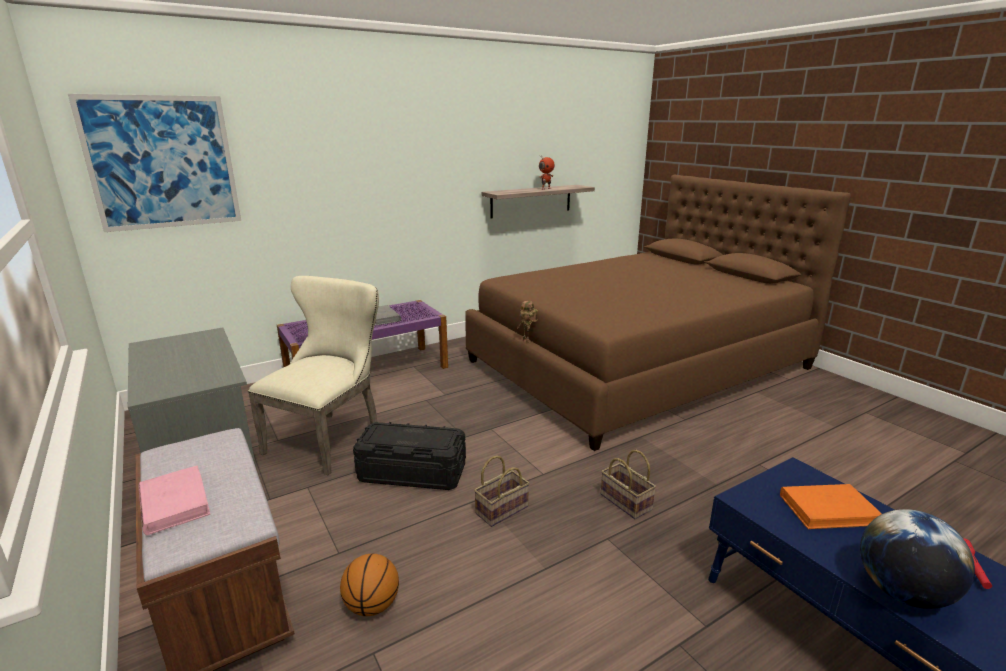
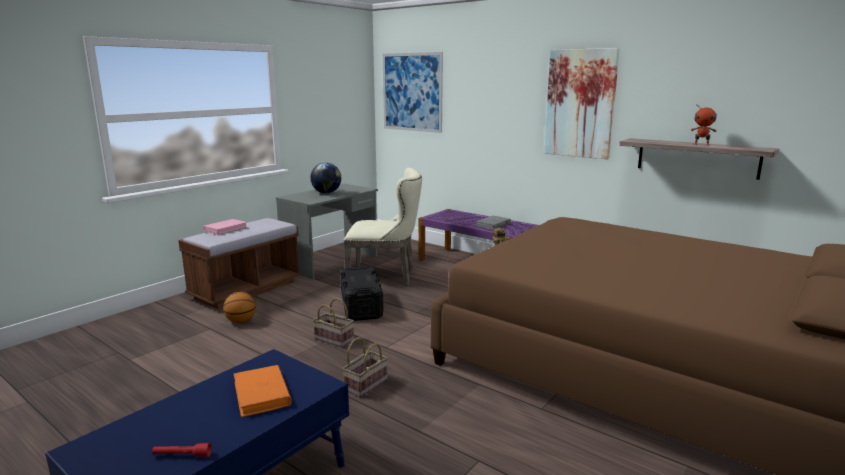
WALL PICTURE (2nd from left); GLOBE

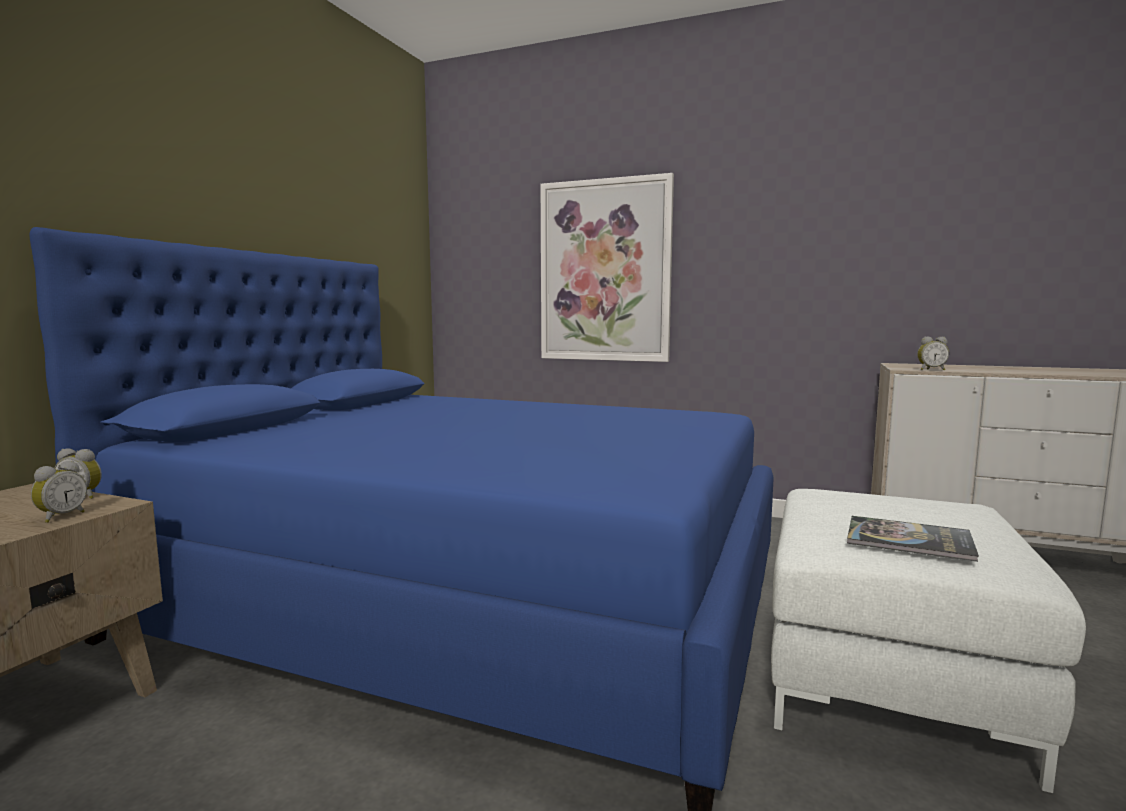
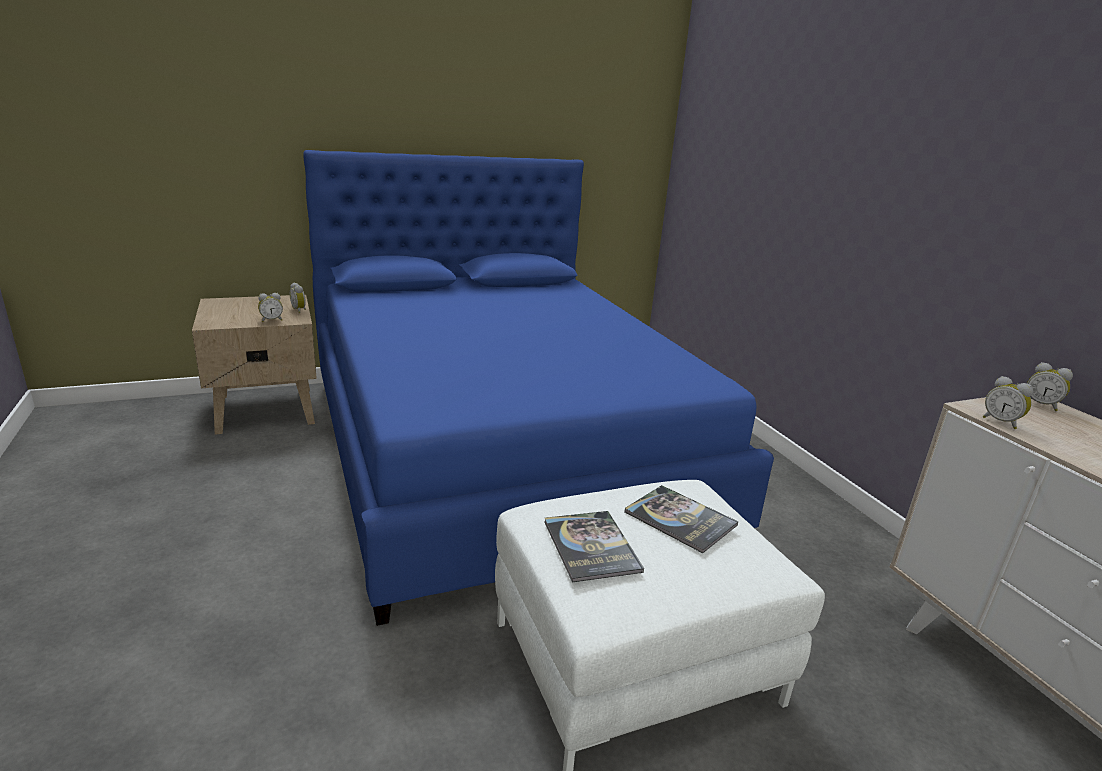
WALL PICTURE; BOOK (2nd from left); TABLE CLOCK (4th from left)

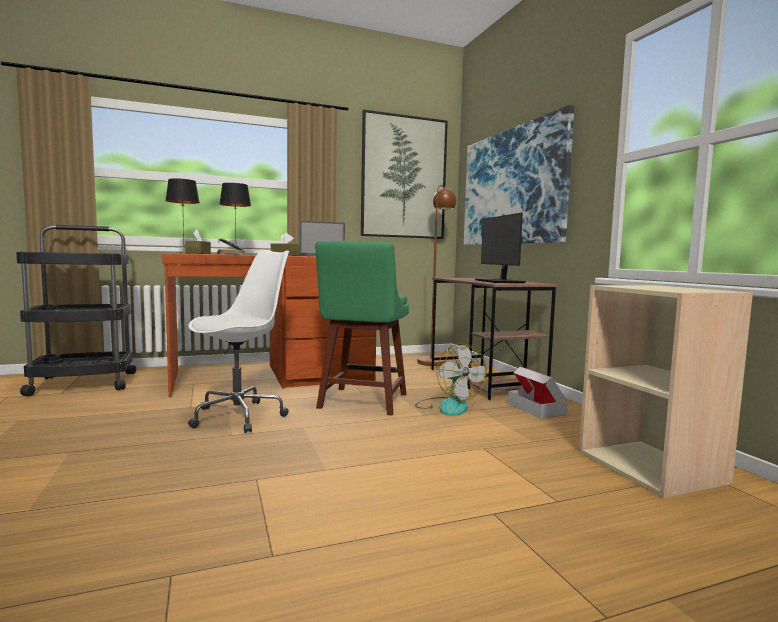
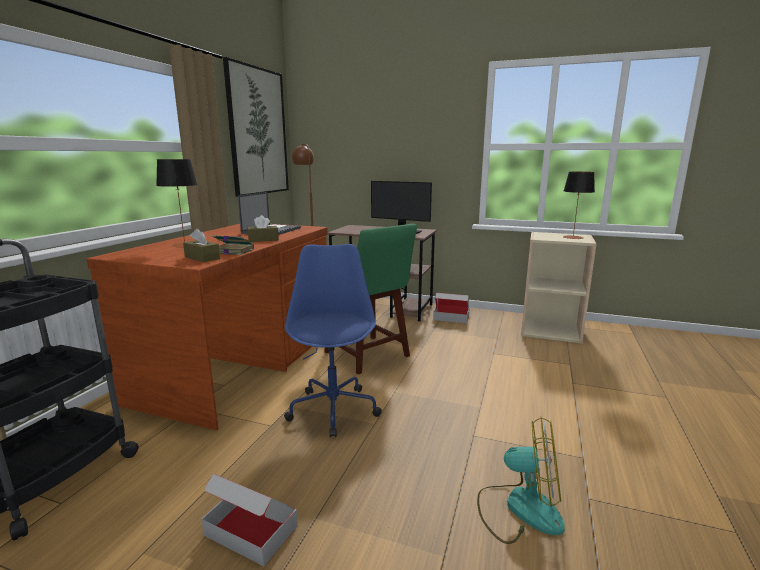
WALL PICTURE (2nd from left in the first image); CARTON (1st from left); TABLE LAMP (2nd from left); FAN; BLUE COMPUTER CHAIR

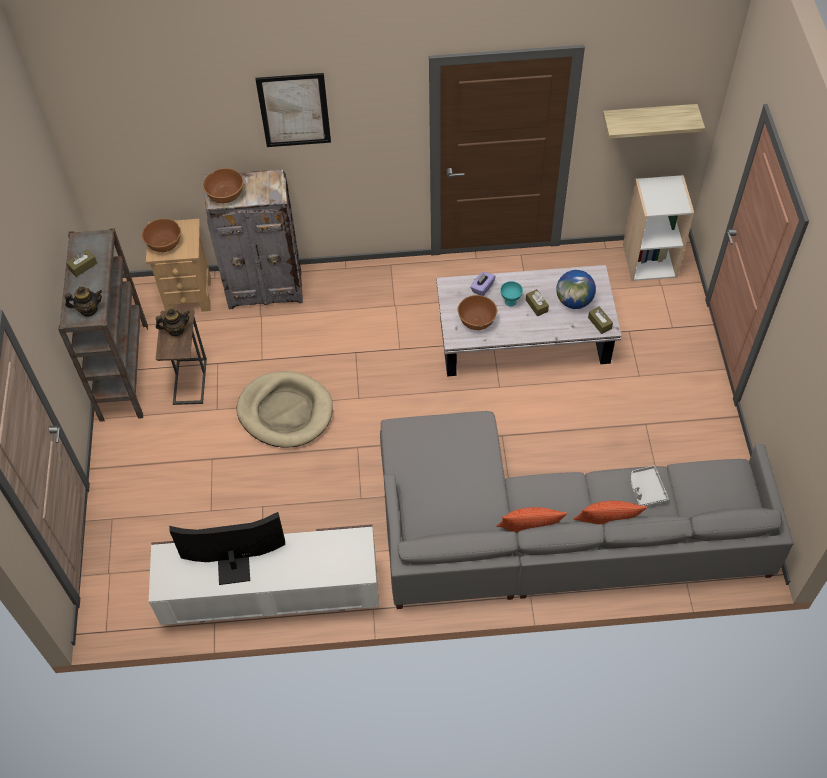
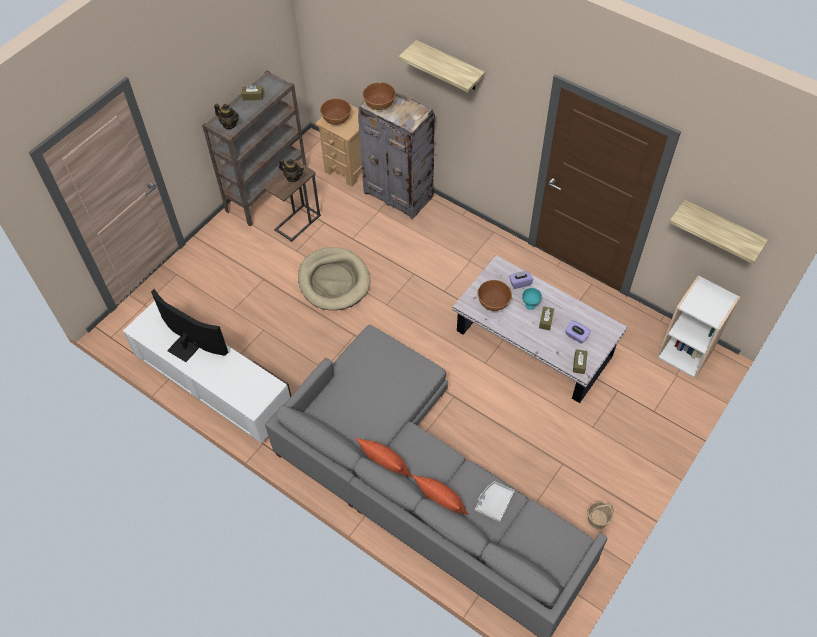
STORAGE BASKET; SHELF (1st from left); PURPLISH BOX OF TISSUES (2nd from left)

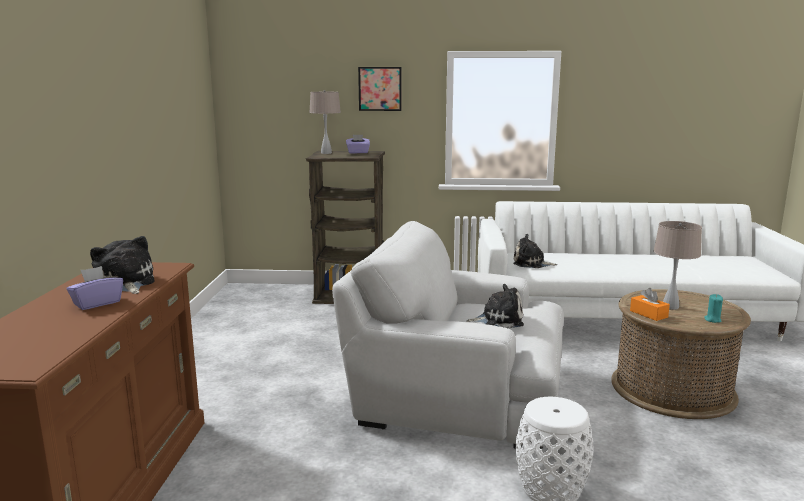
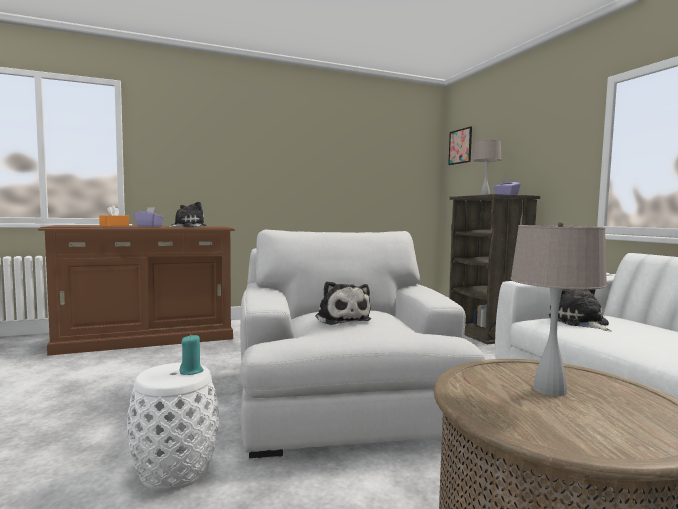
WALL PICTURE; ORANGE-COLOURED BOX OF TISSUES; TURQUOISE WAX LIGHT

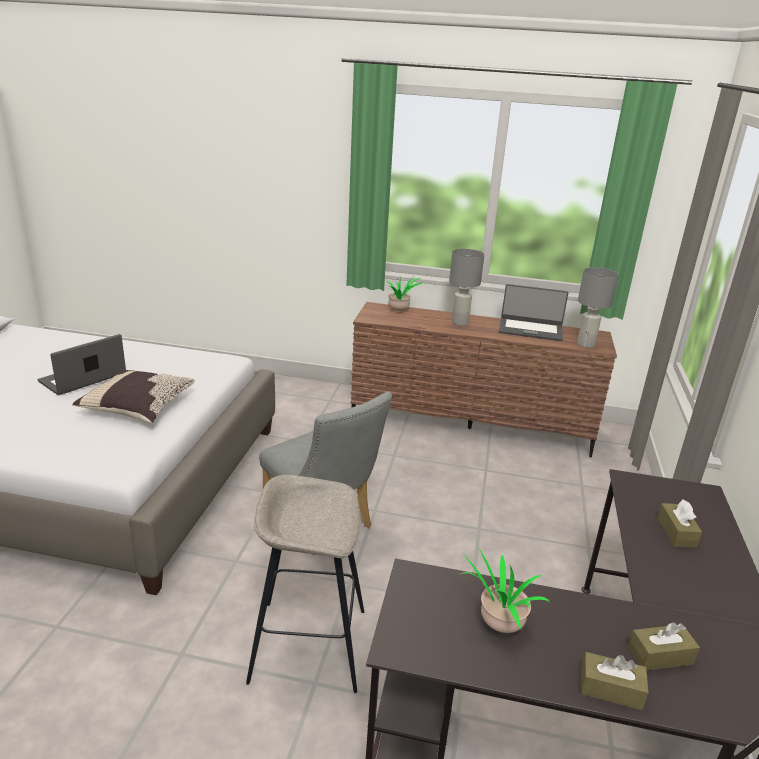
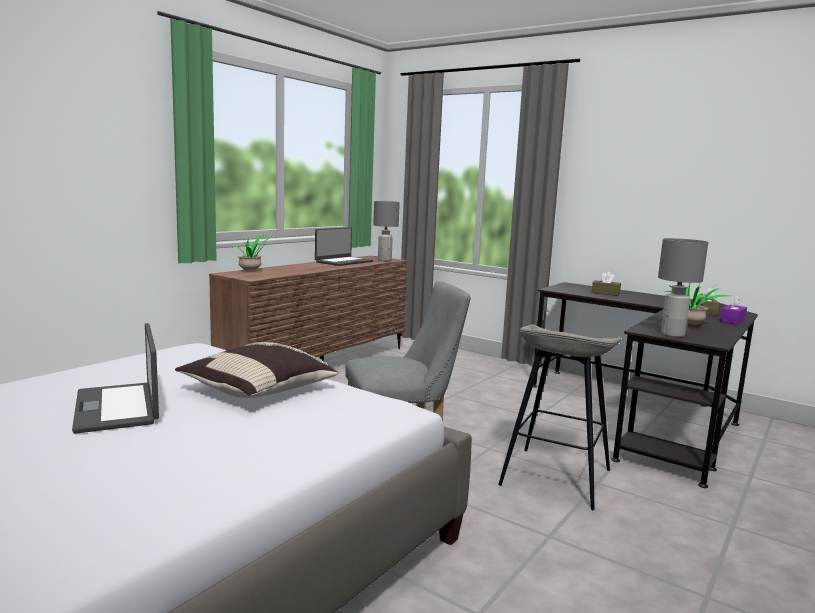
GREYISH TABLE LAMP (2nd from left); PURPLISH BOX OF TISSUES

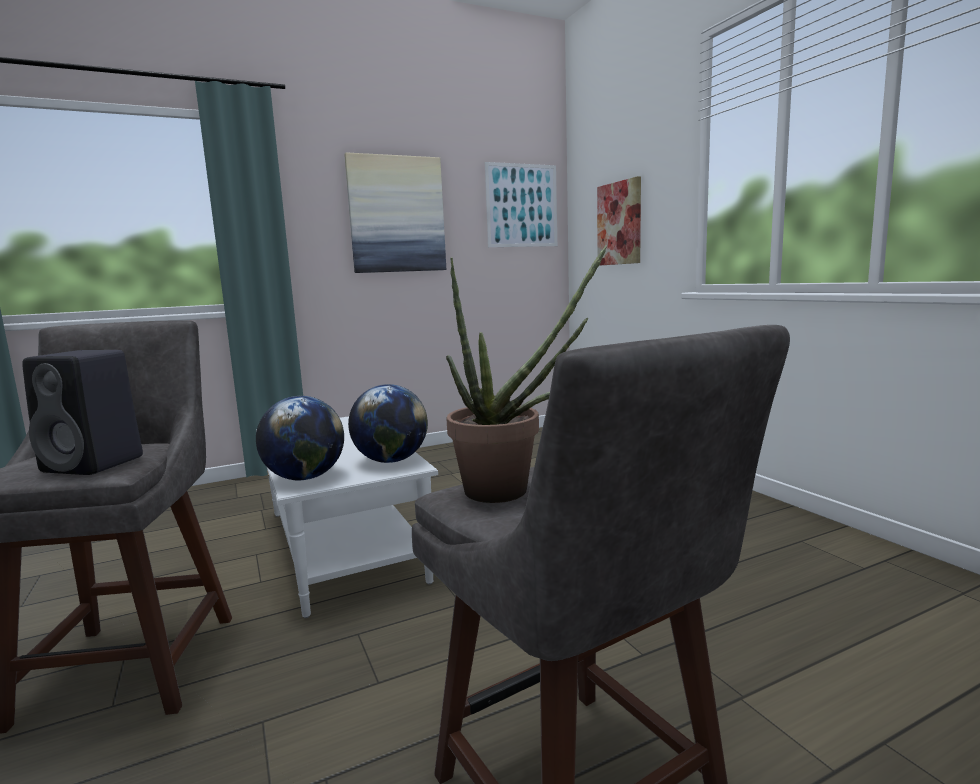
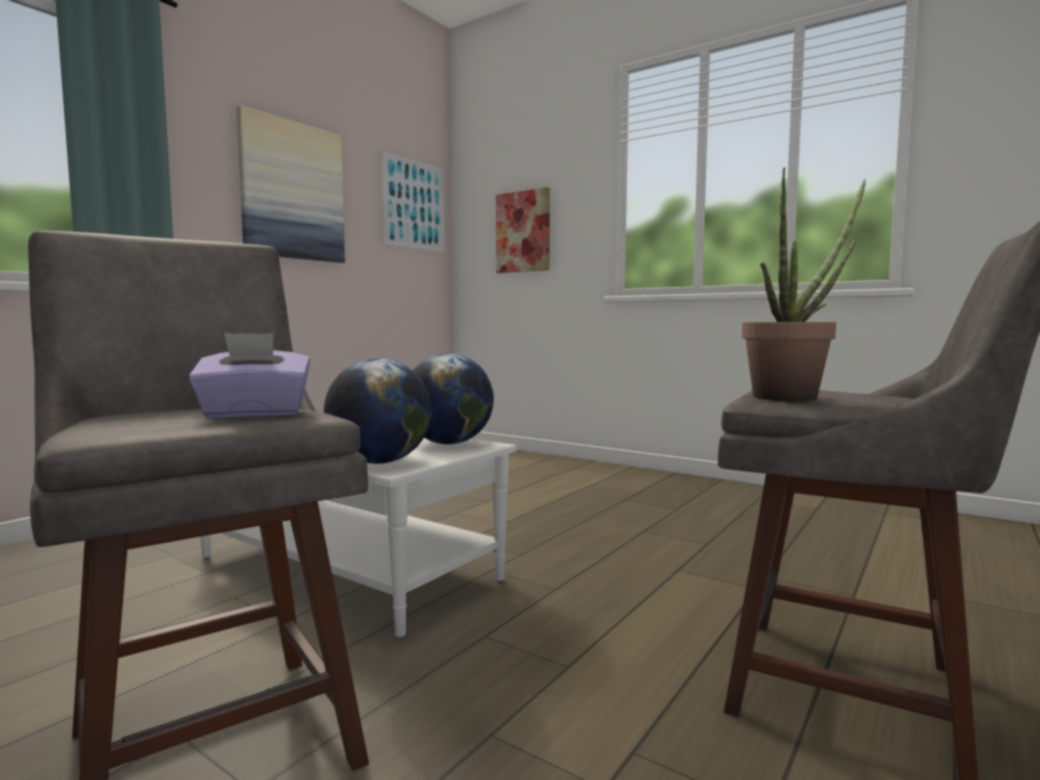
PURPLISH BOX OF TISSUES

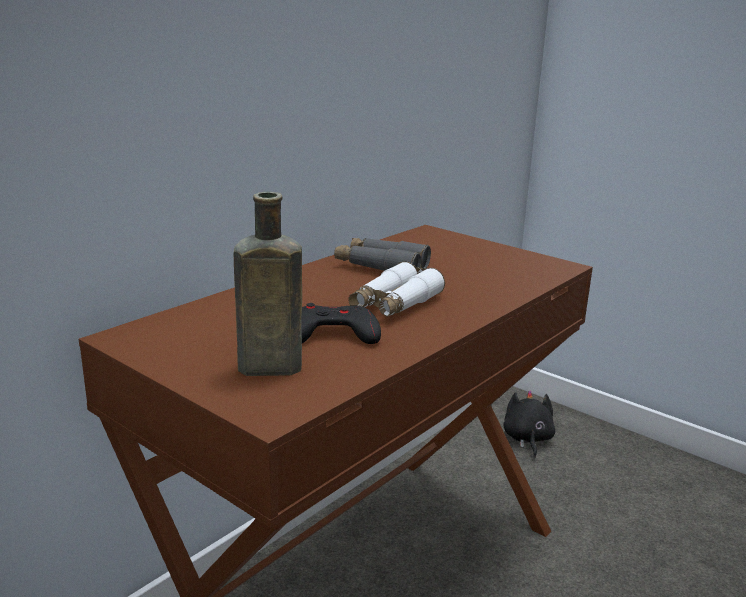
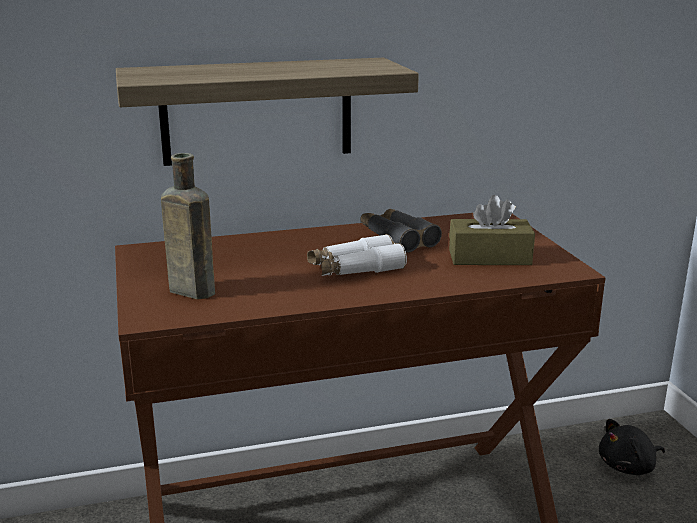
BLACK GAMEPAD; SHELF; BROWN BOX OF TISSUES; BLACK CUDDLY TOY

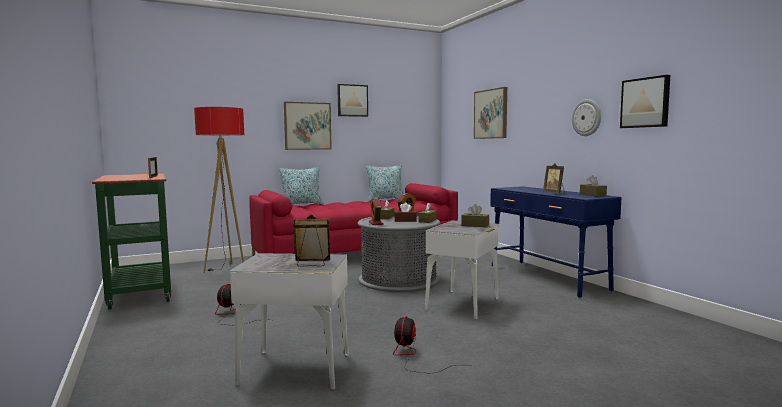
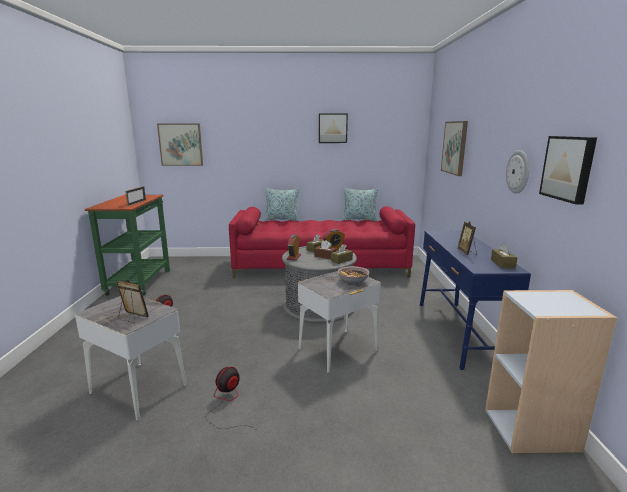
STANDARD LAMP; SHELVING UNIT; WALL PICTURE (1st from left); SERVING BOWL

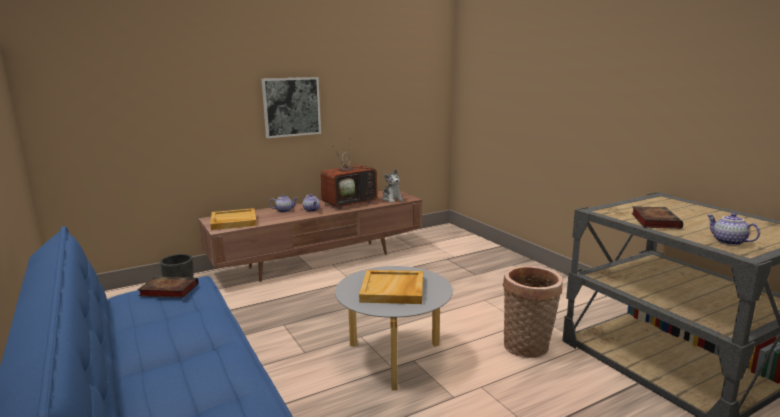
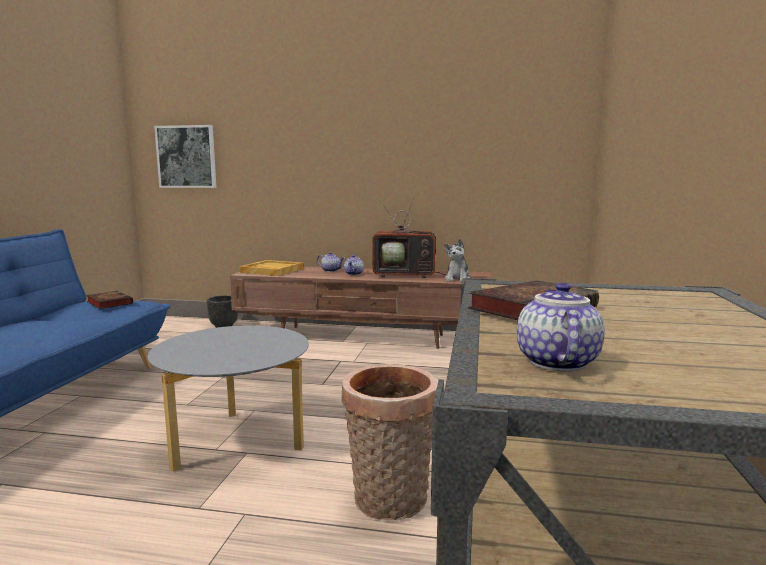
BEIGE SERVING TRAY (2nd from left in the first image); WALL PICTURE

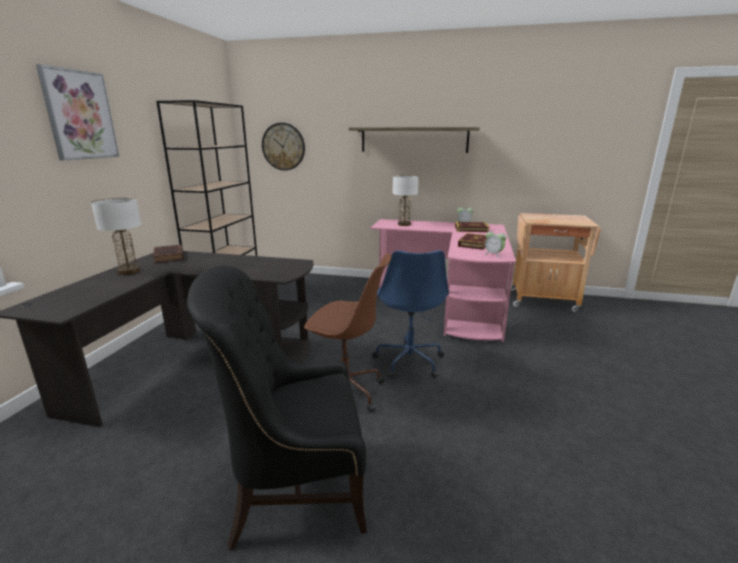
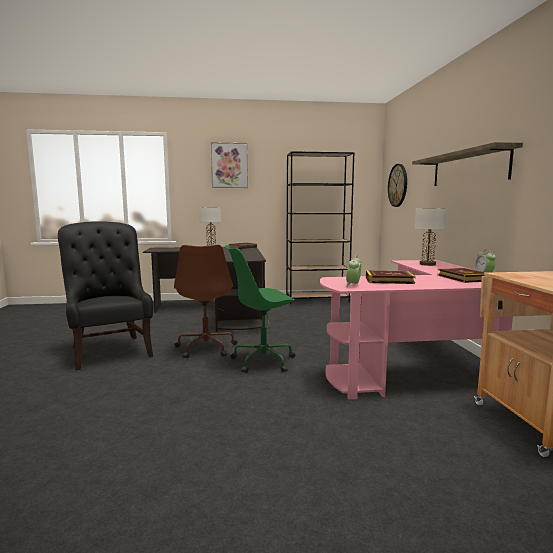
GREEN-COLOURED COMPUTER CHAIR

